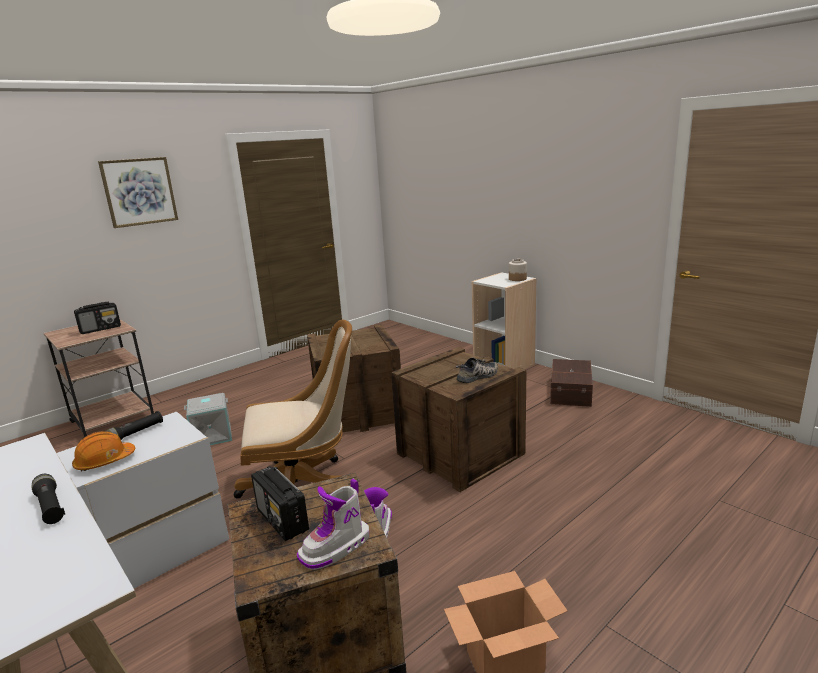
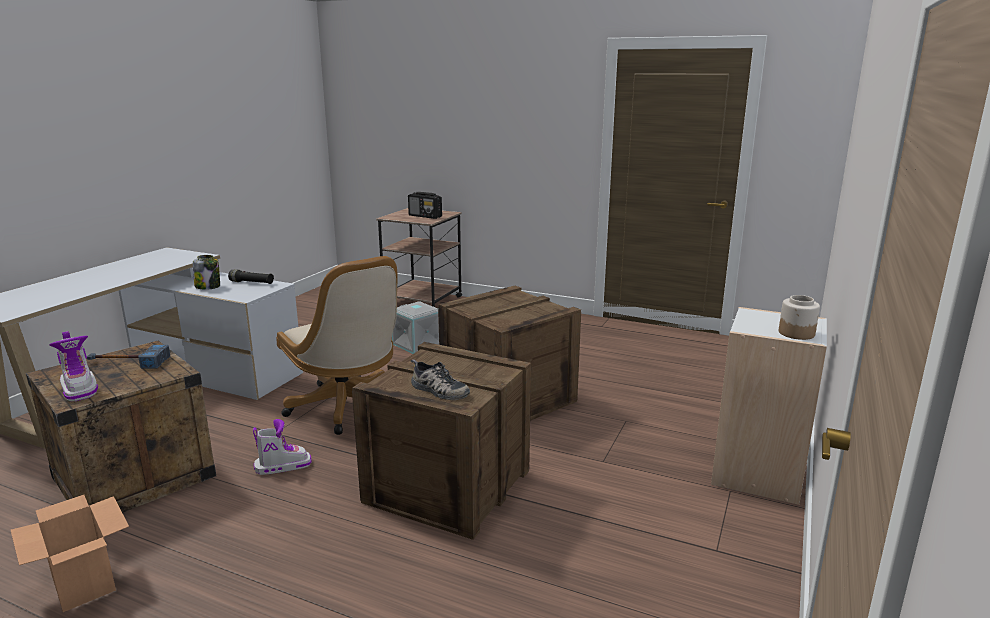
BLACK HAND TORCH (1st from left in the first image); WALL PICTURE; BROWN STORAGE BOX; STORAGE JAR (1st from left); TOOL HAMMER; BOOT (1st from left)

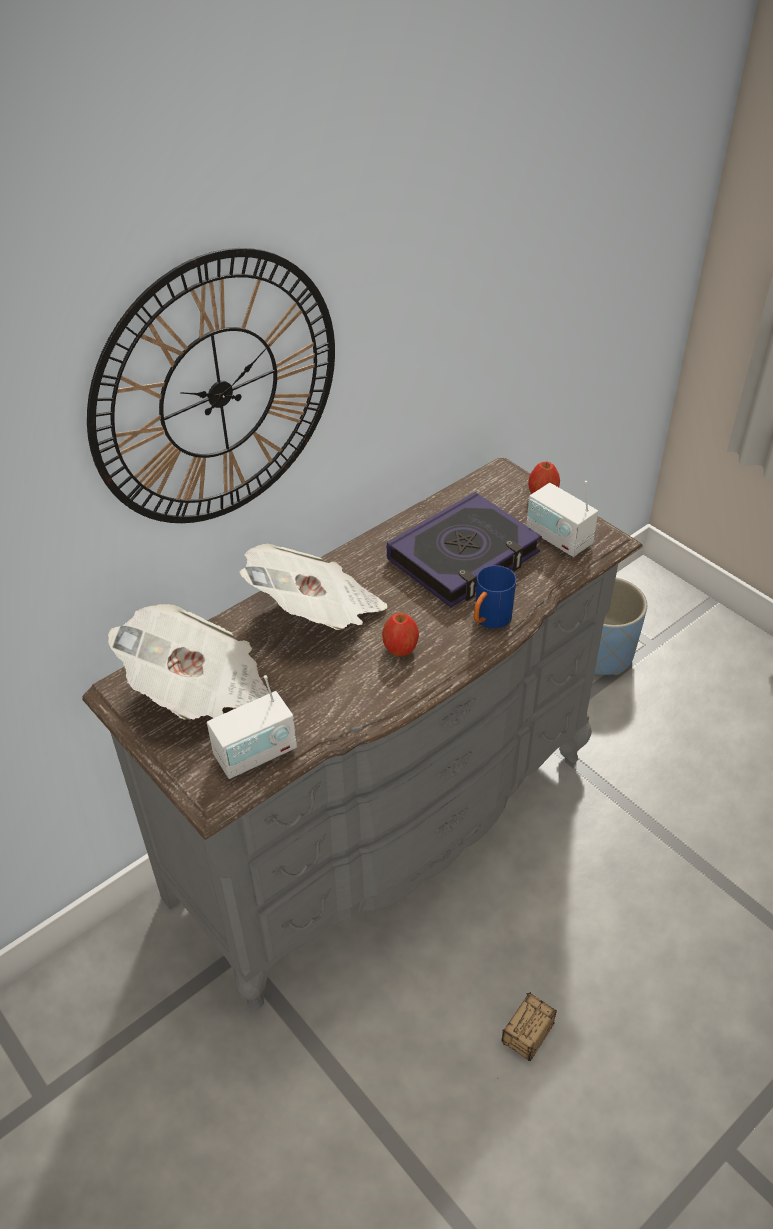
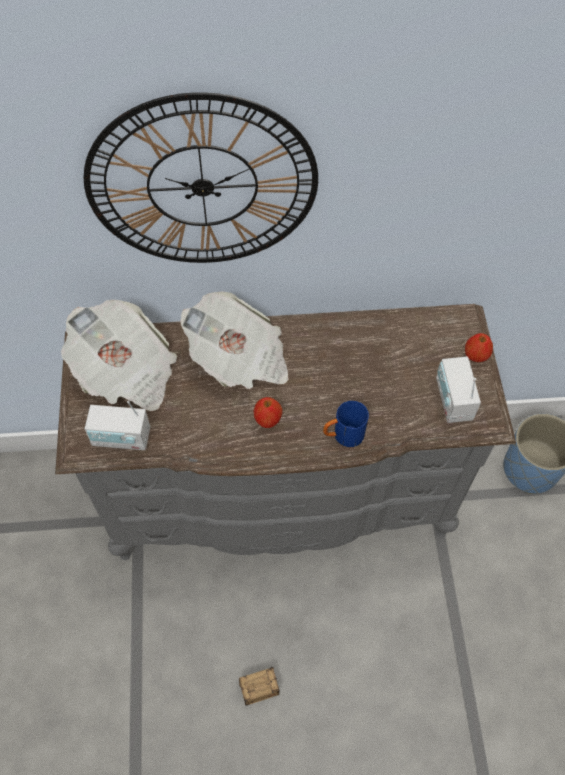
BOOK

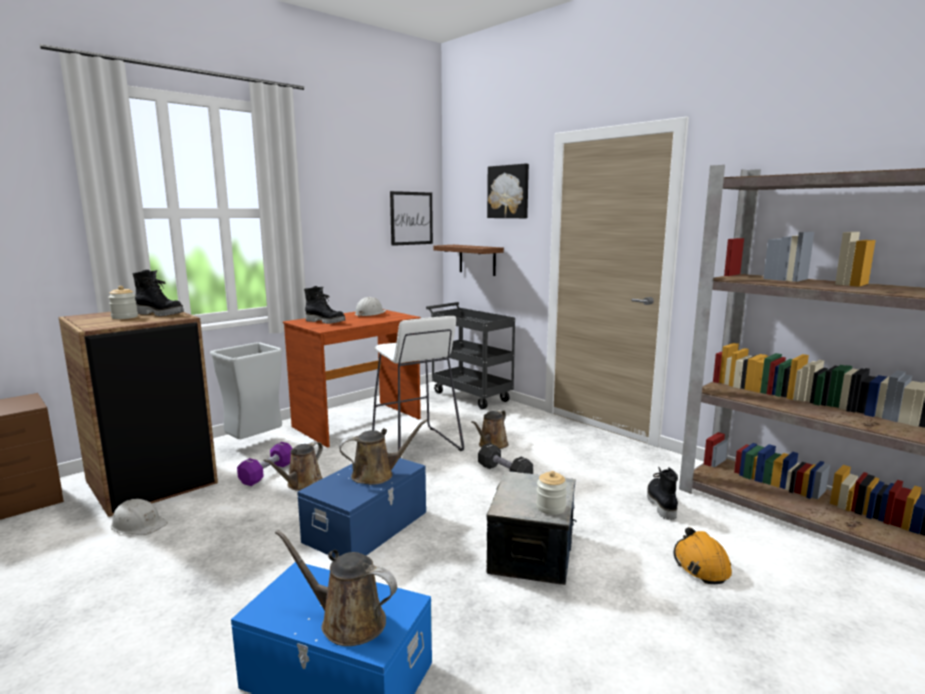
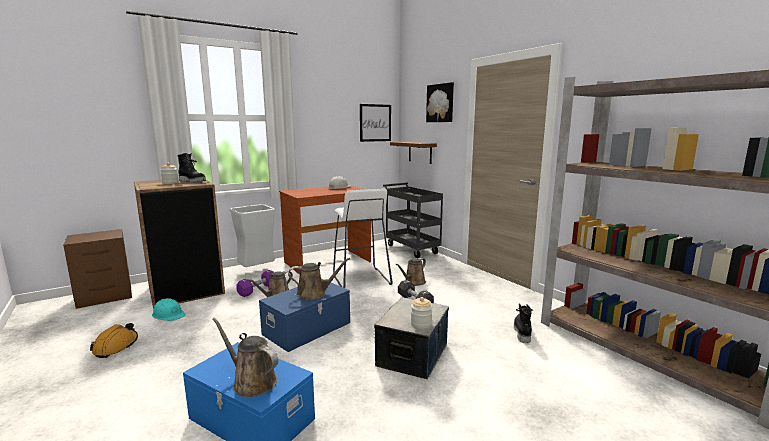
BLACK BOOT (2nd from left in the first image); ORANGE-COLOURED WORK HELMET; TURQUOISE WORK HELMET

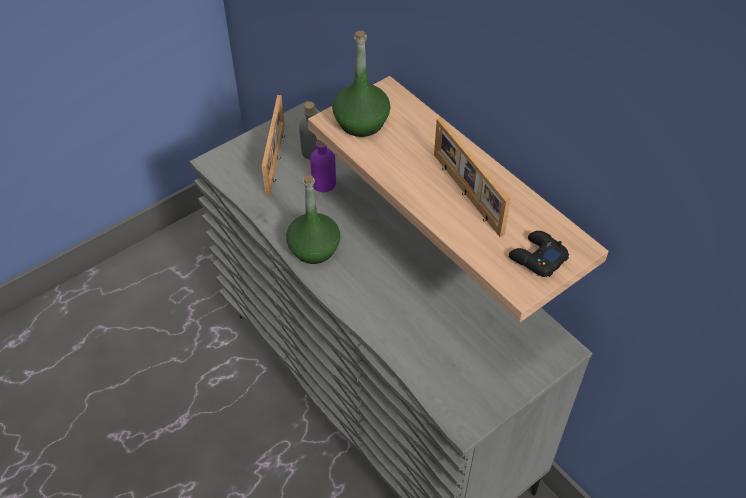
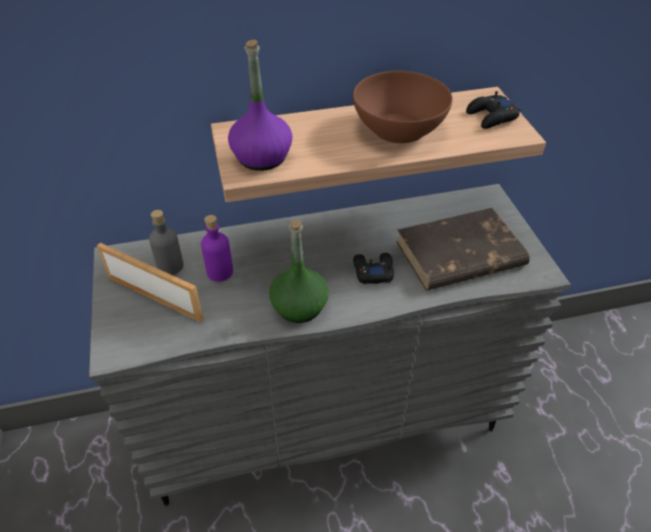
BLACK GAMEPAD (1st from left); BROWN BOOK; BROWN SERVING BOWL; PURPLISH BEVERAGE BOTTLE (2nd from left)

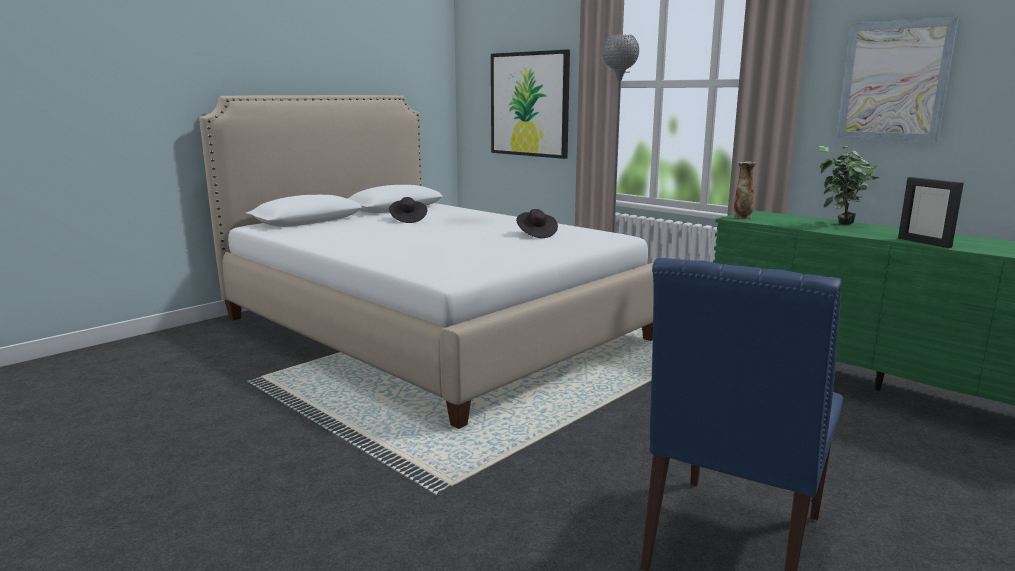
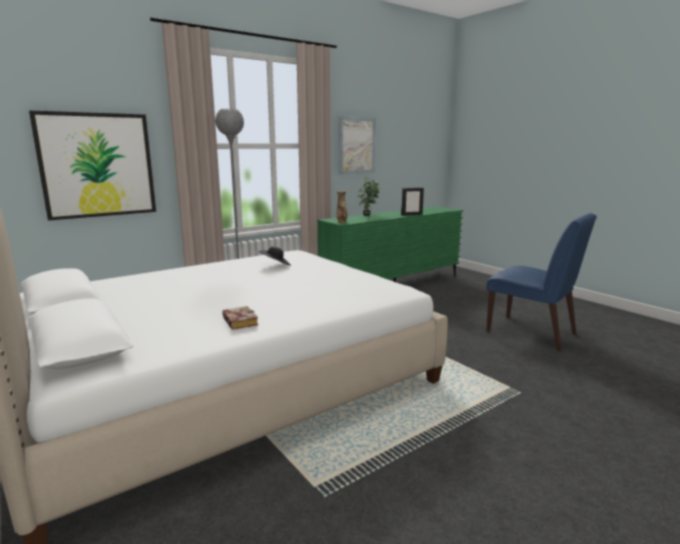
BLACK WEARABLE HAT (1st from left in the first image); BOOK

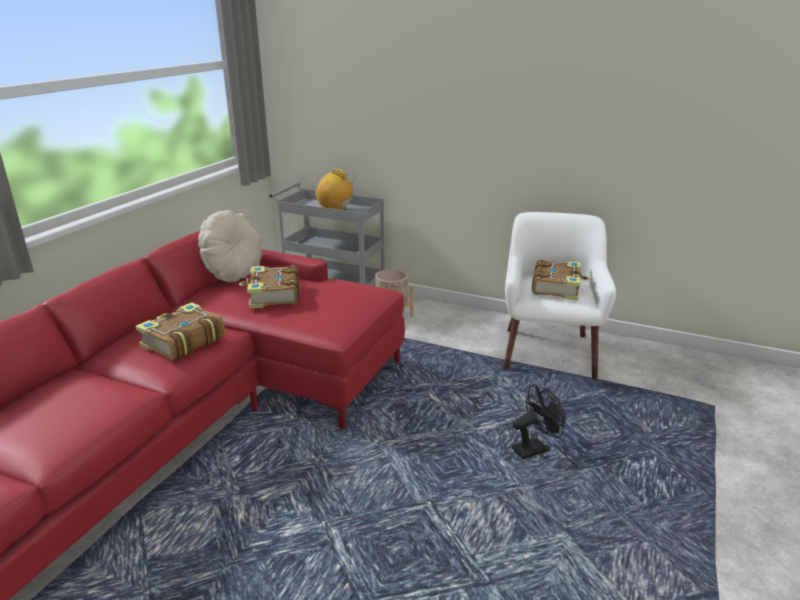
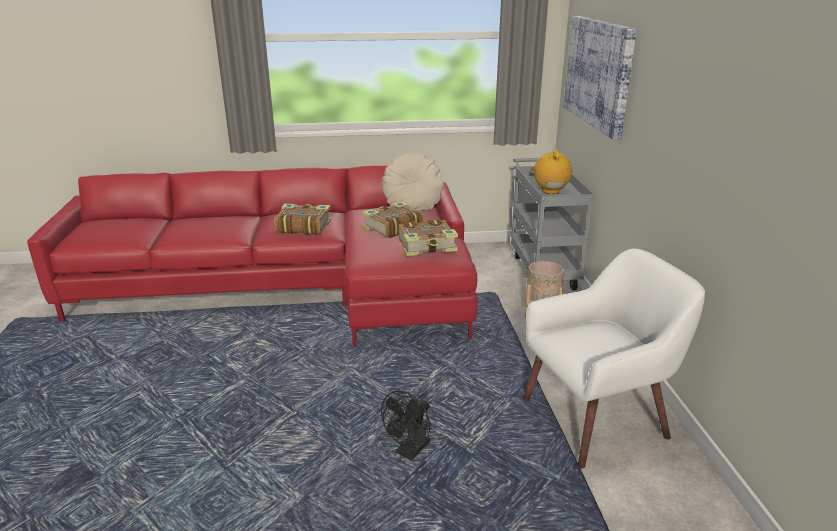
WALL PICTURE; BOOK (3rd from left); BLACK FAN

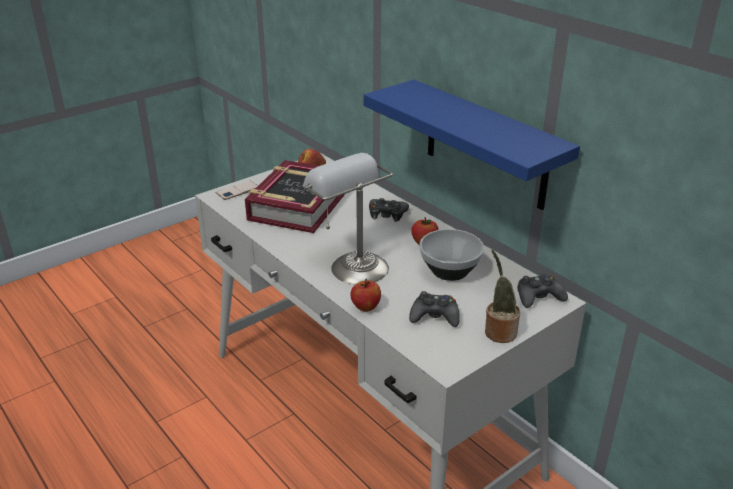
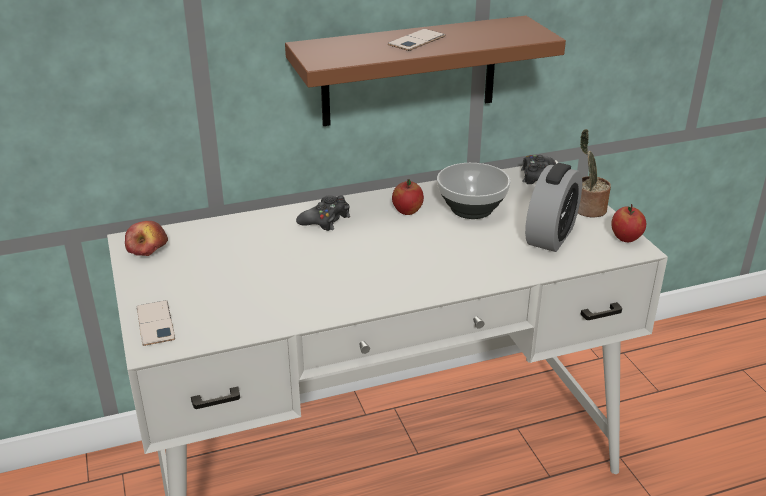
BOOK; WHITE-COLOURED TABLE LAMP; HANDSET (2nd from left); APPLE FRUIT (3rd from left); TABLE CLOCK; BROWN SHELF

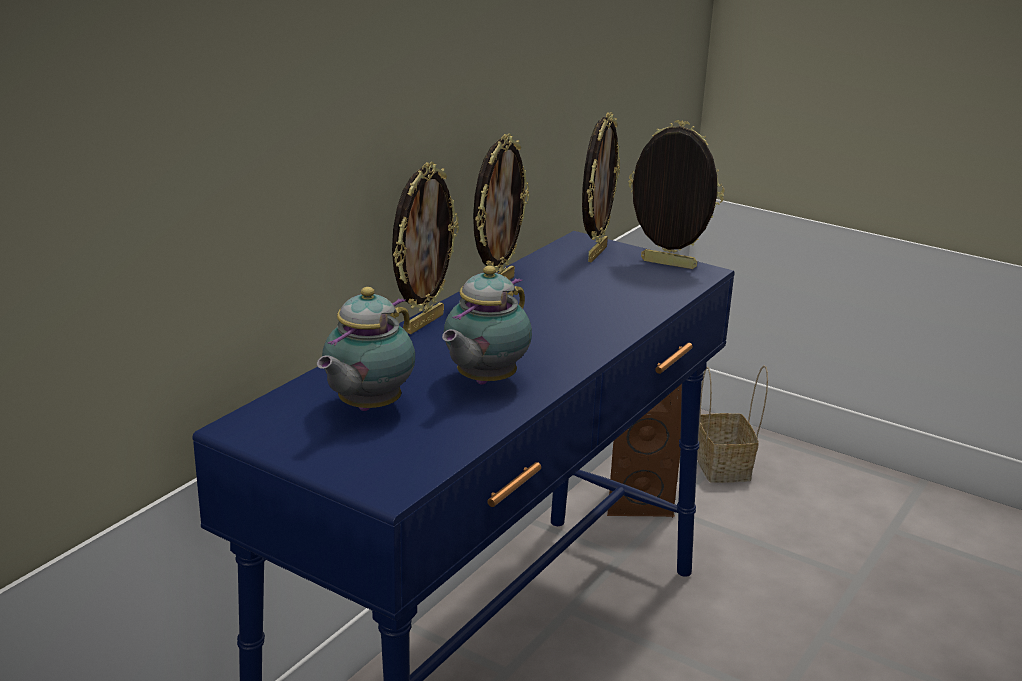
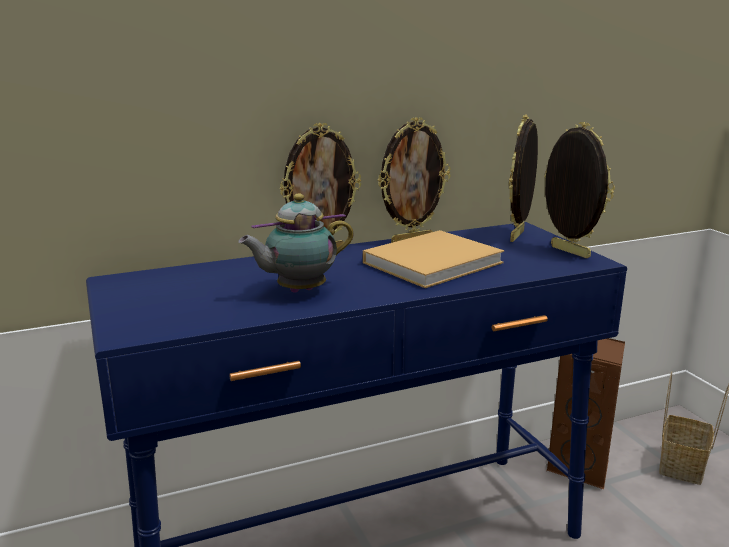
TEA POT (1st from left in the first image); BEIGE BOOK; PHOTO FRAME (3rd from left)

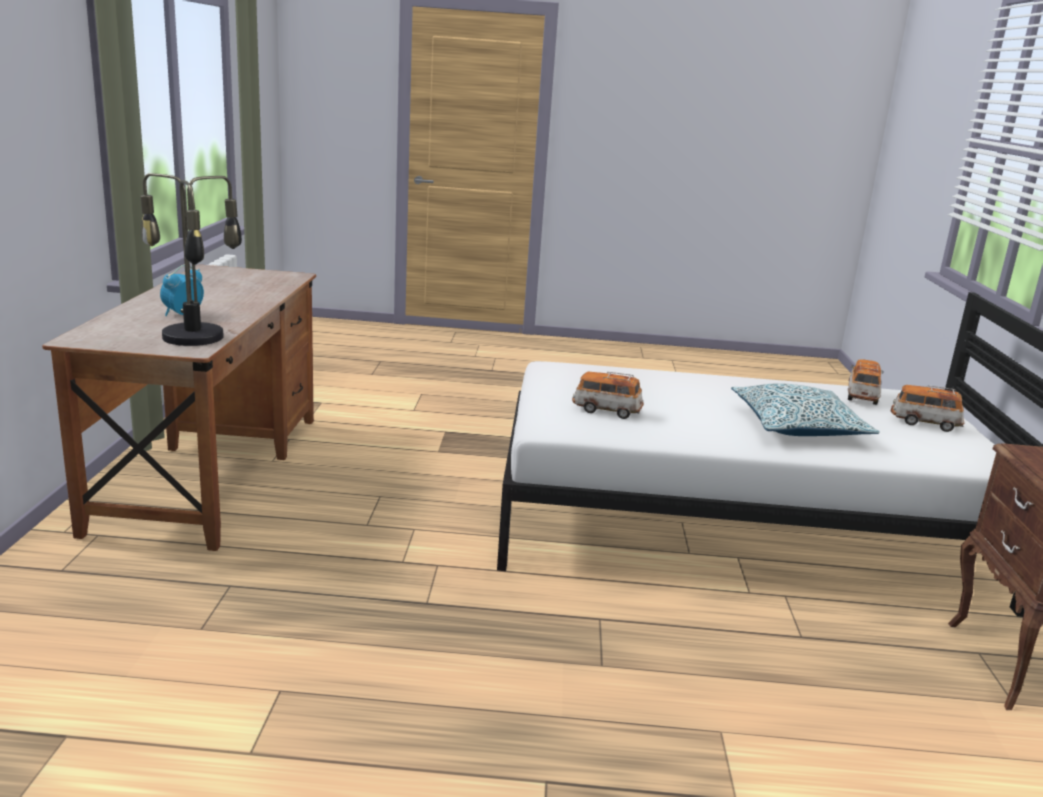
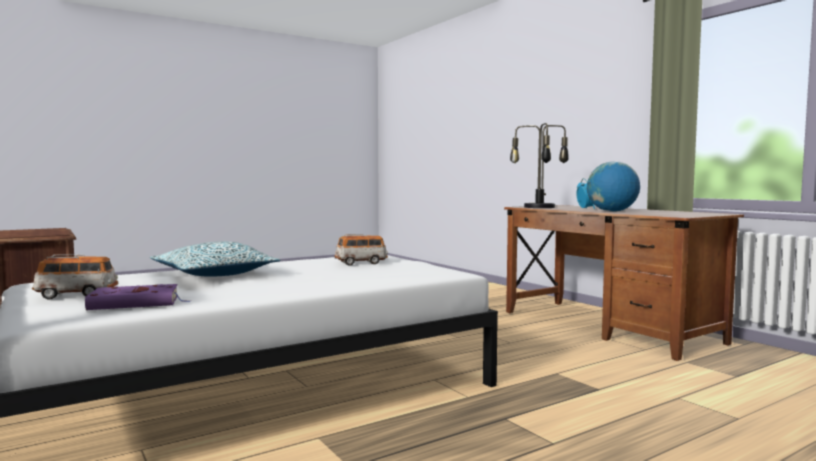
GLOBE; PURPLISH BOOK

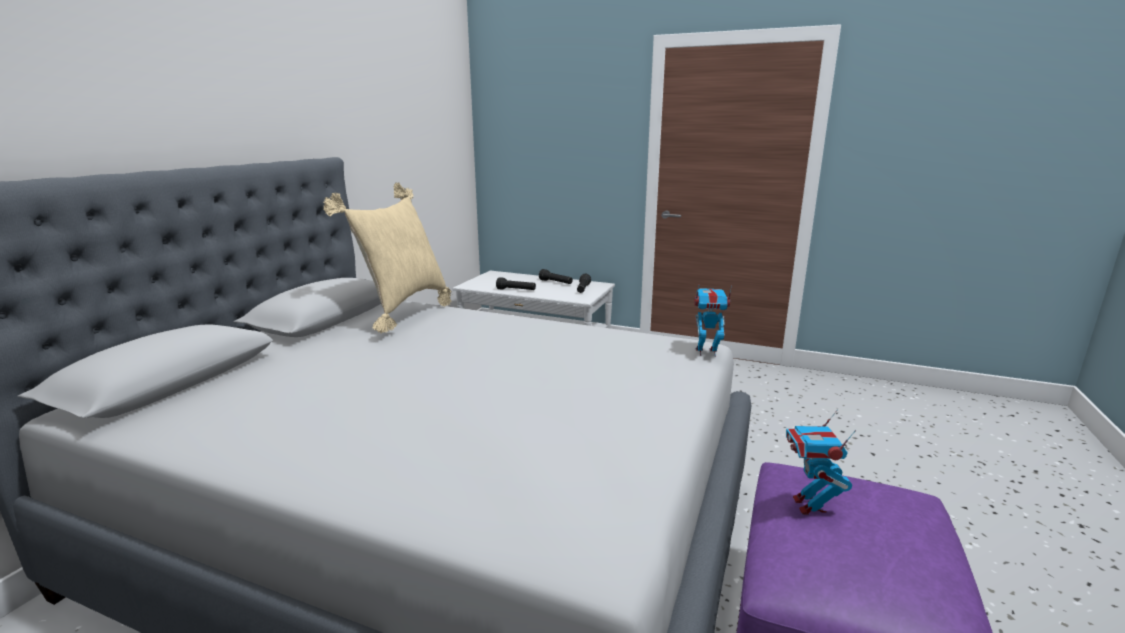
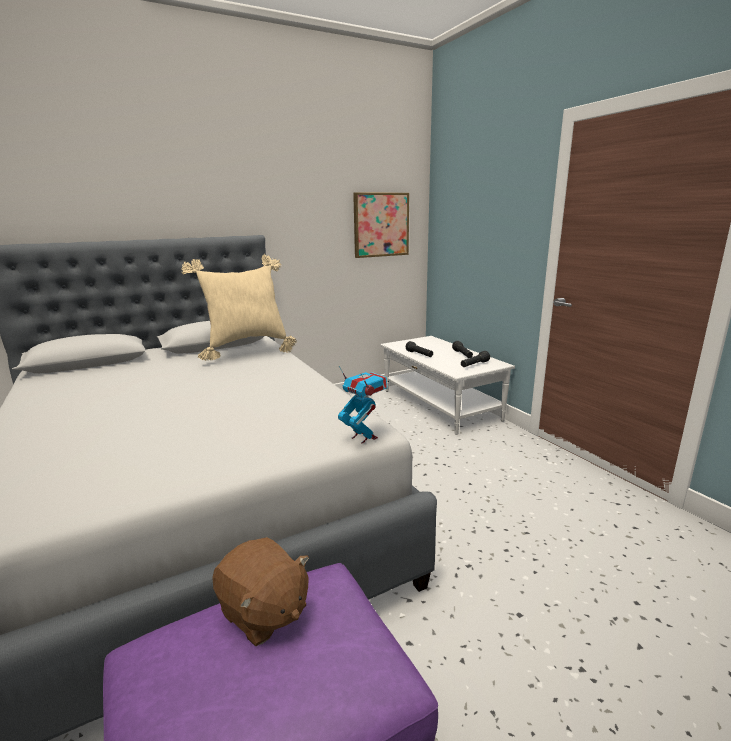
WALL PICTURE; BROWN CUDDLY TOY

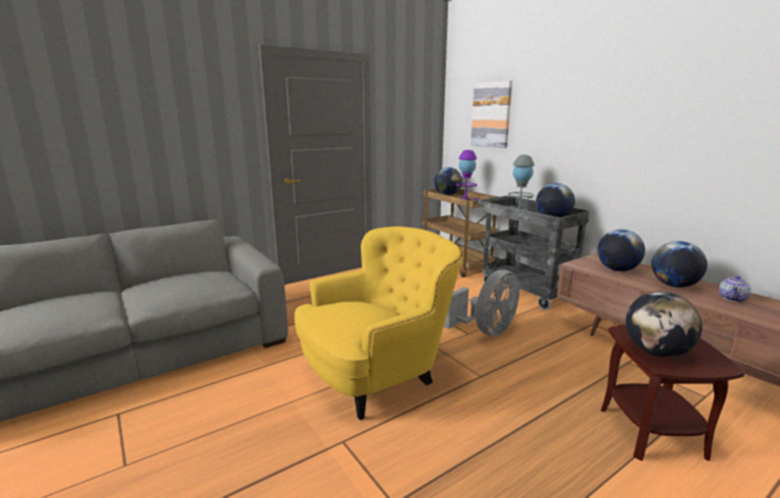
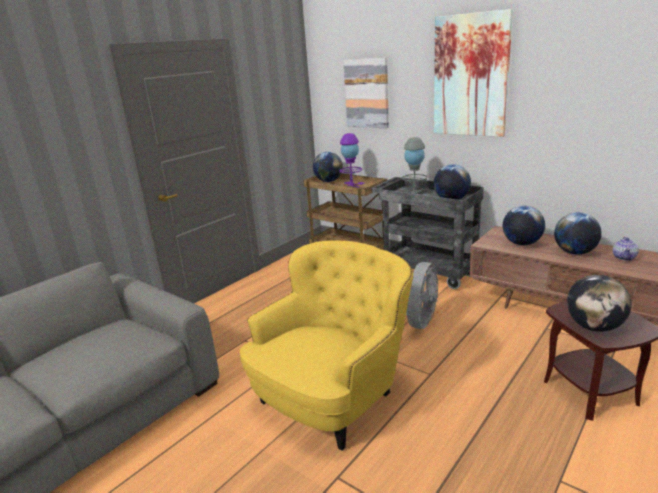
WALL PICTURE (2nd from left)

